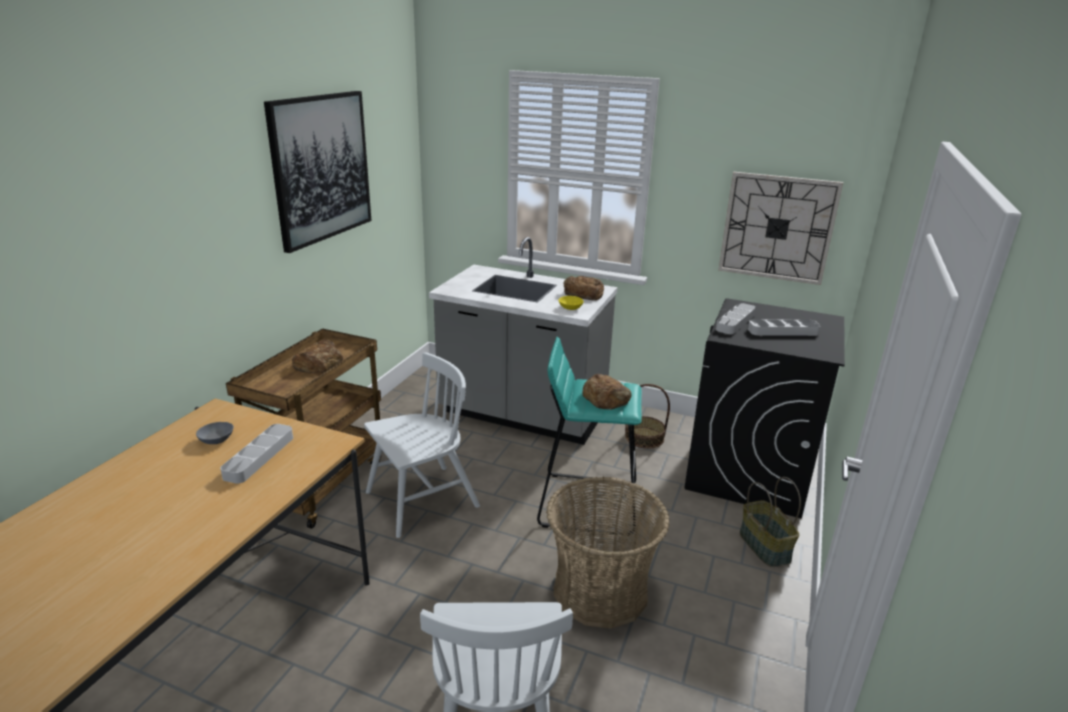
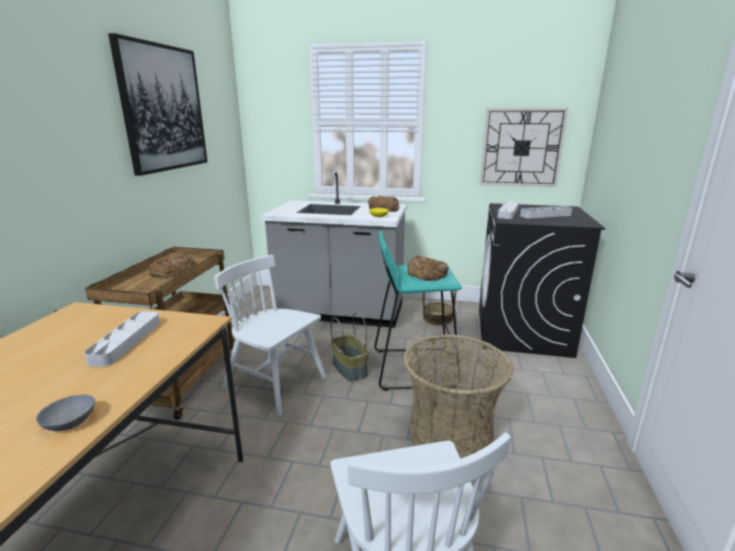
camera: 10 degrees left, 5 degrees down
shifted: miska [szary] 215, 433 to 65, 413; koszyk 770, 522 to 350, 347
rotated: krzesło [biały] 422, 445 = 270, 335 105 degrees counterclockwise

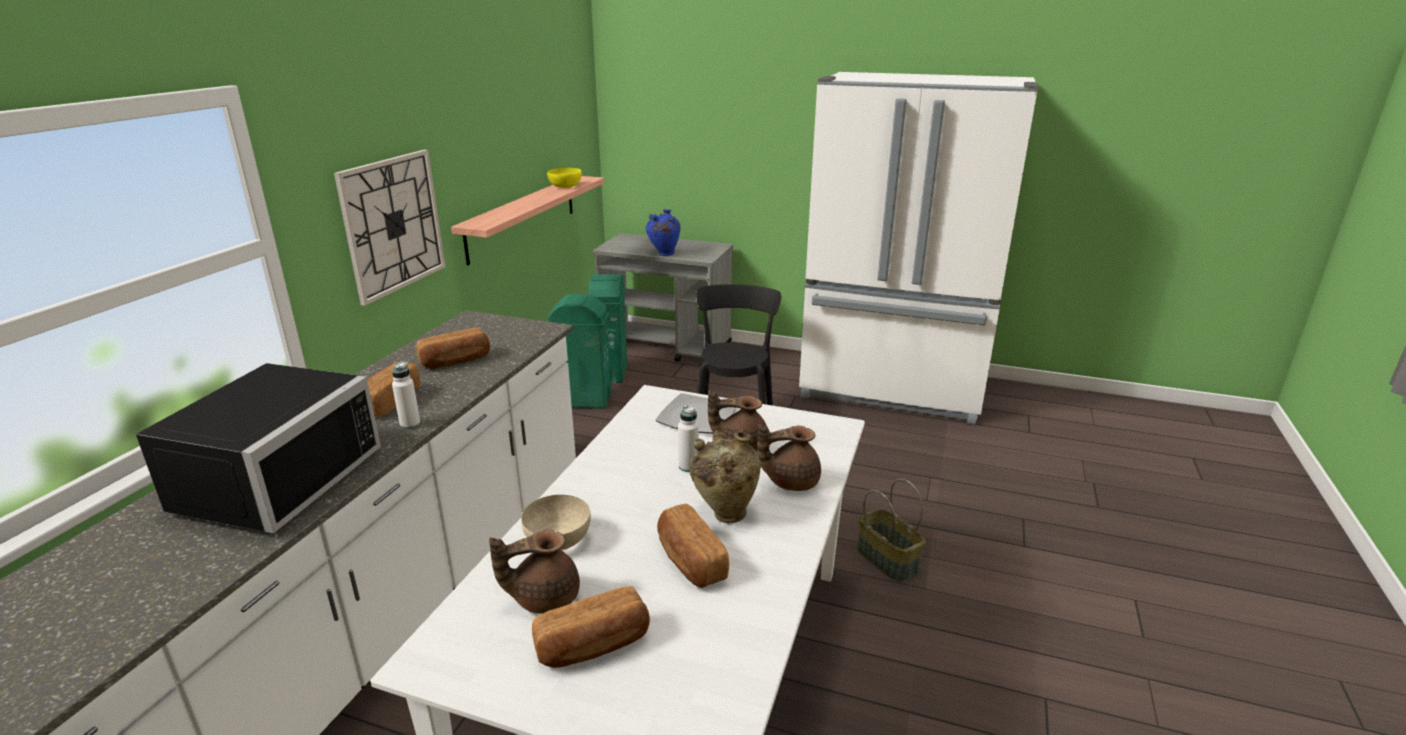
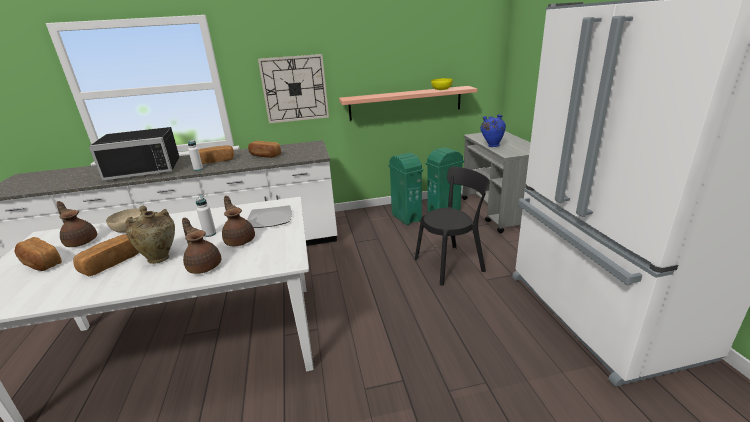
camera: 60 degrees right, 0 degrees up
gone: koszyk 891, 530

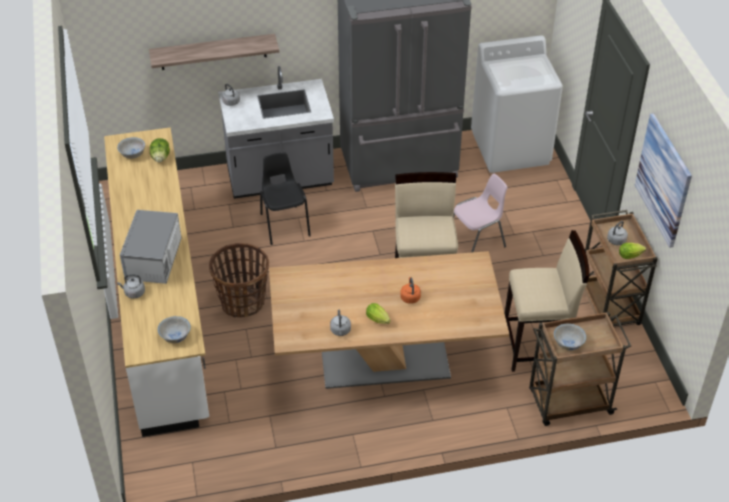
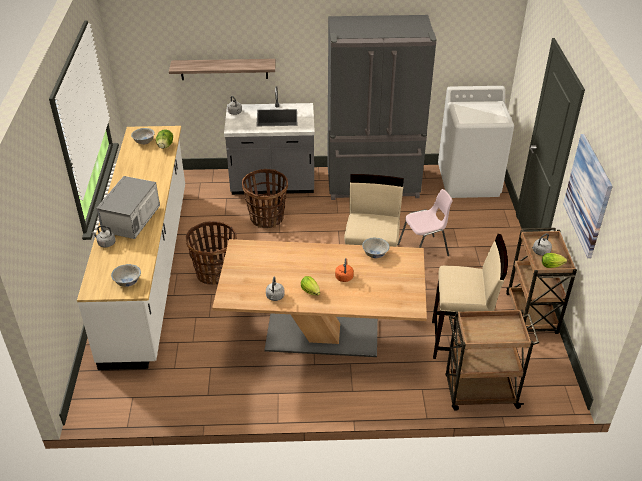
camera: 10 degrees right, 5 degrees down
shifted: miska [biały] 570, 337 to 376, 248
swapped: krzesło [czarny] 285, 198 to koszyk 265, 198

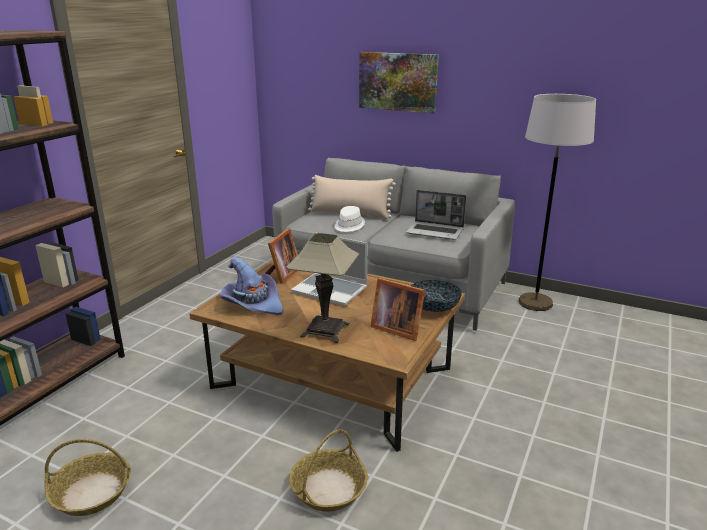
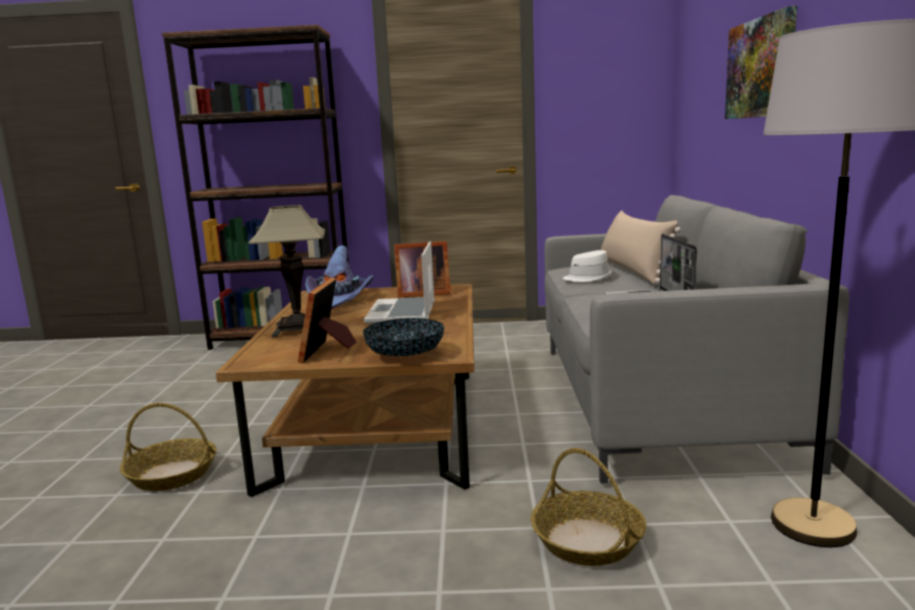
camera: 65 degrees right, 10 degrees down
shifted: koszyk 88, 477 to 588, 507

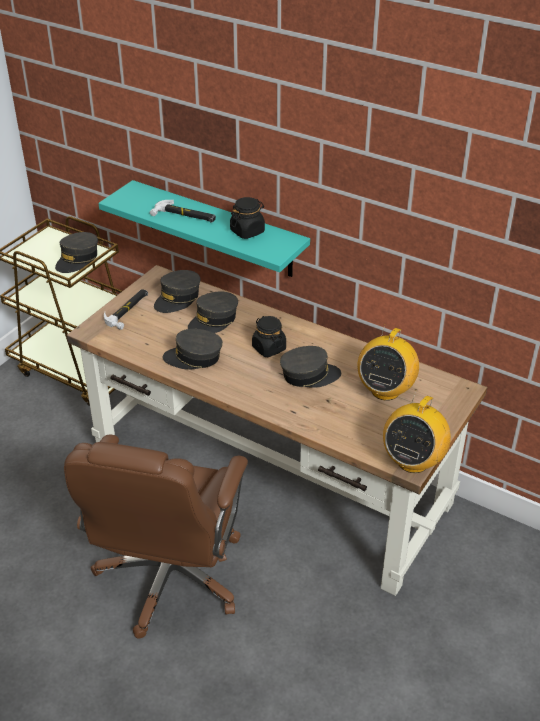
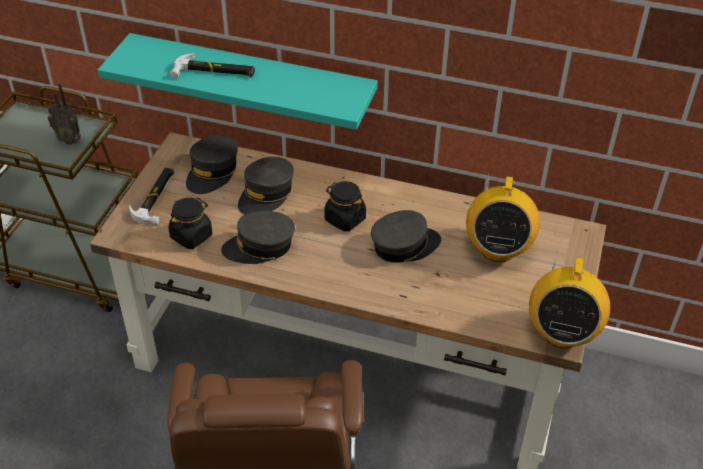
camera: 15 degrees left, 5 degrees up
shifted: słoik [czarny] 247, 218 to 190, 223
swapped: czapka z daszkiem [szary] 76, 252 to radio 64, 113

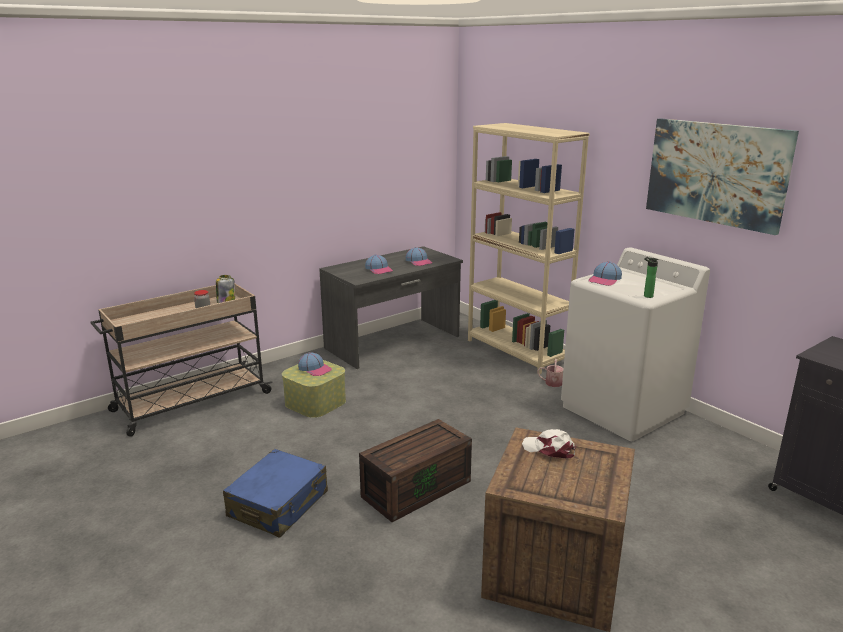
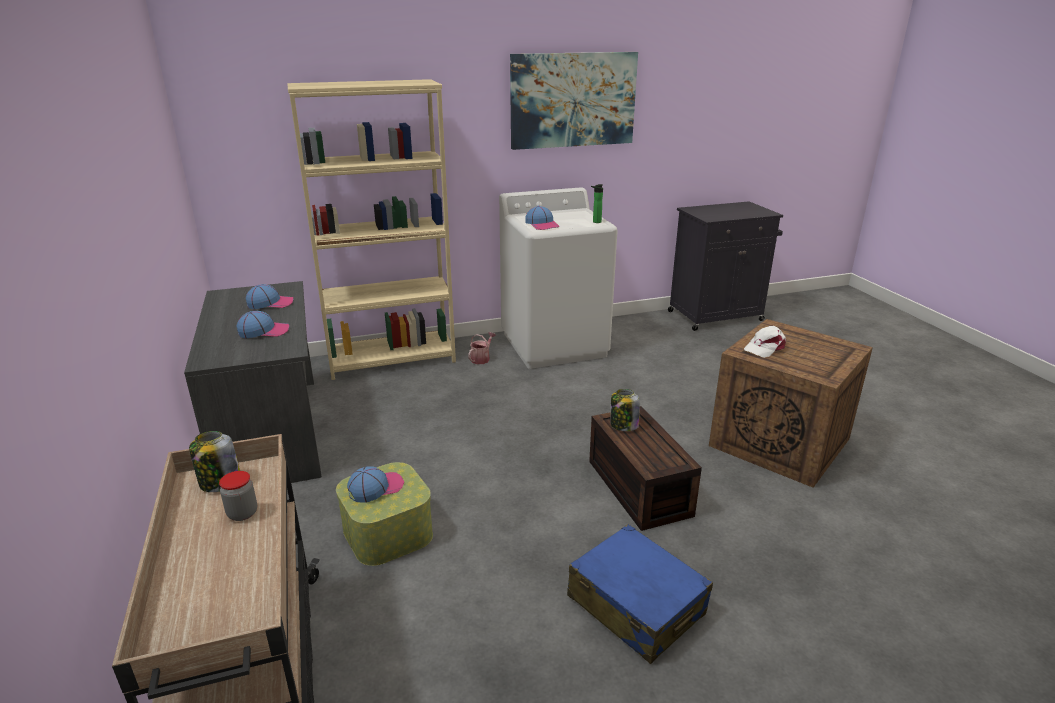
camera: 70 degrees left, 5 degrees up
new: słoik 625, 410

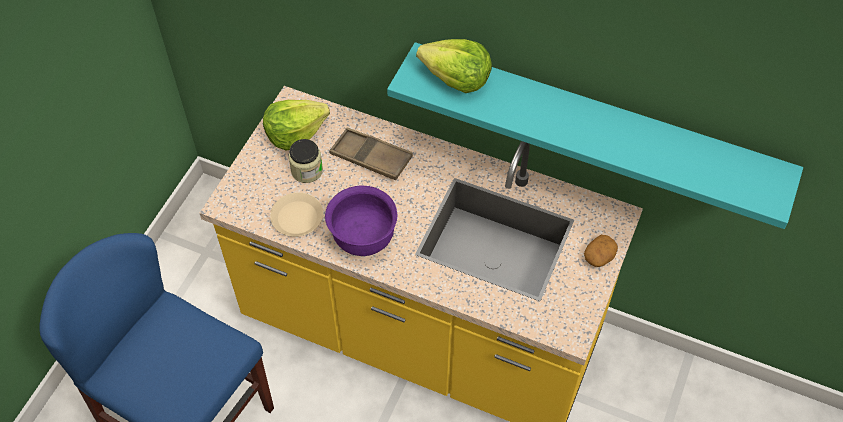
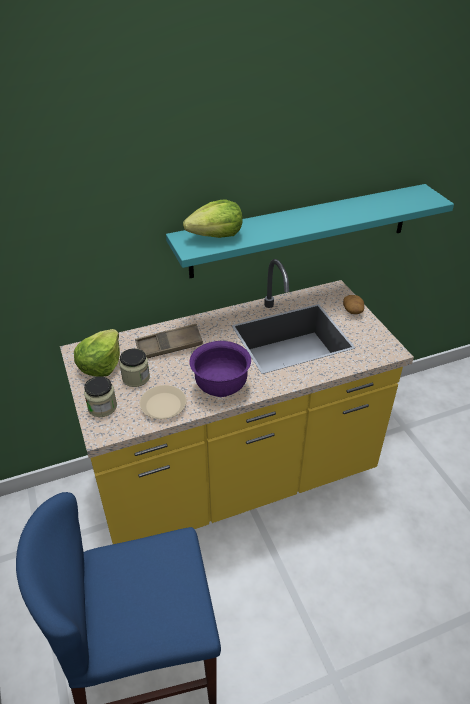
camera: 45 degrees left, 15 degrees down
new: słoik 100, 396

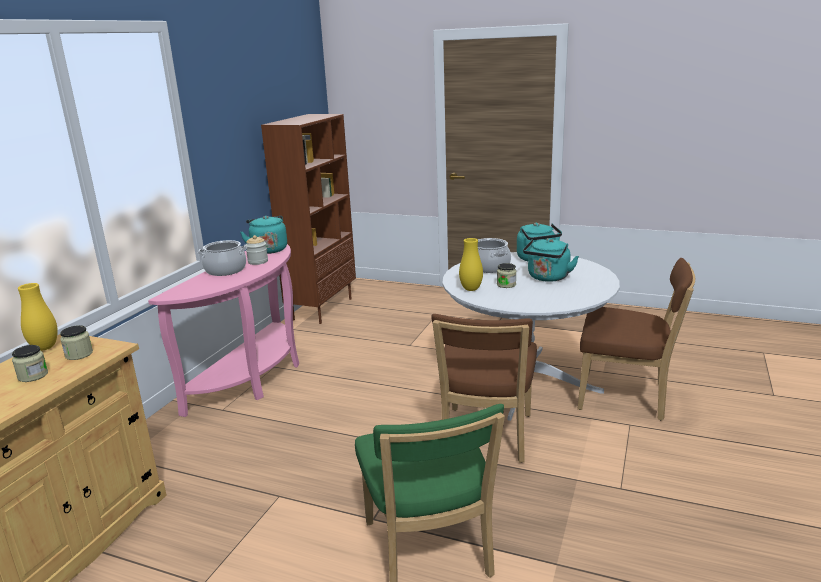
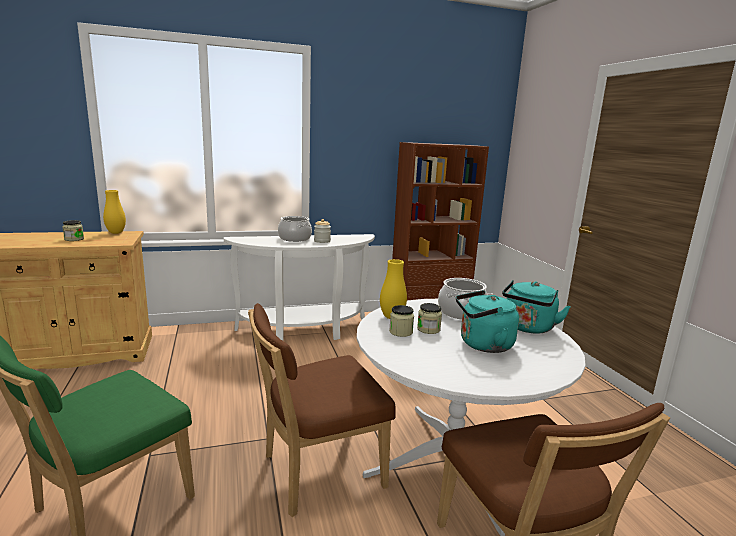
camera: 50 degrees right, 5 degrees down
gone: czajnik [turkusowy] 263, 235
shifted: słoik 76, 342 to 401, 321
repainted: stolik konsolowy [różowy] 223, 330 to stolik konsolowy [biały] 299, 287

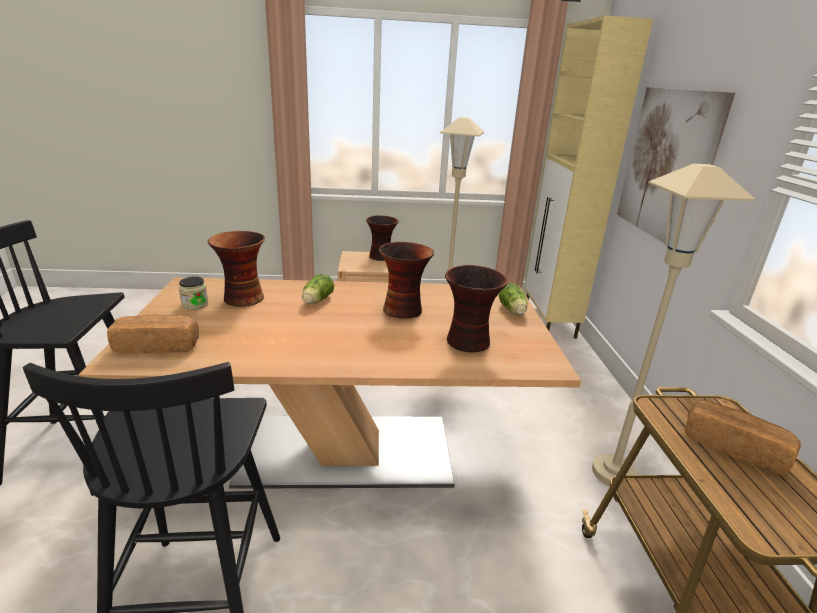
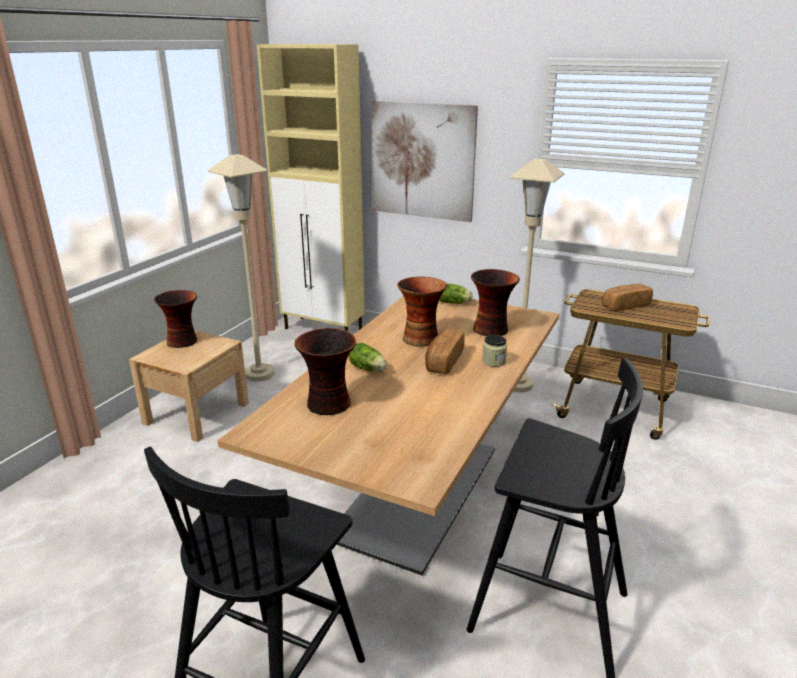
camera: 60 degrees left, 0 degrees up
shifted: słoik 193, 293 to 494, 351; chleb 153, 334 to 445, 351

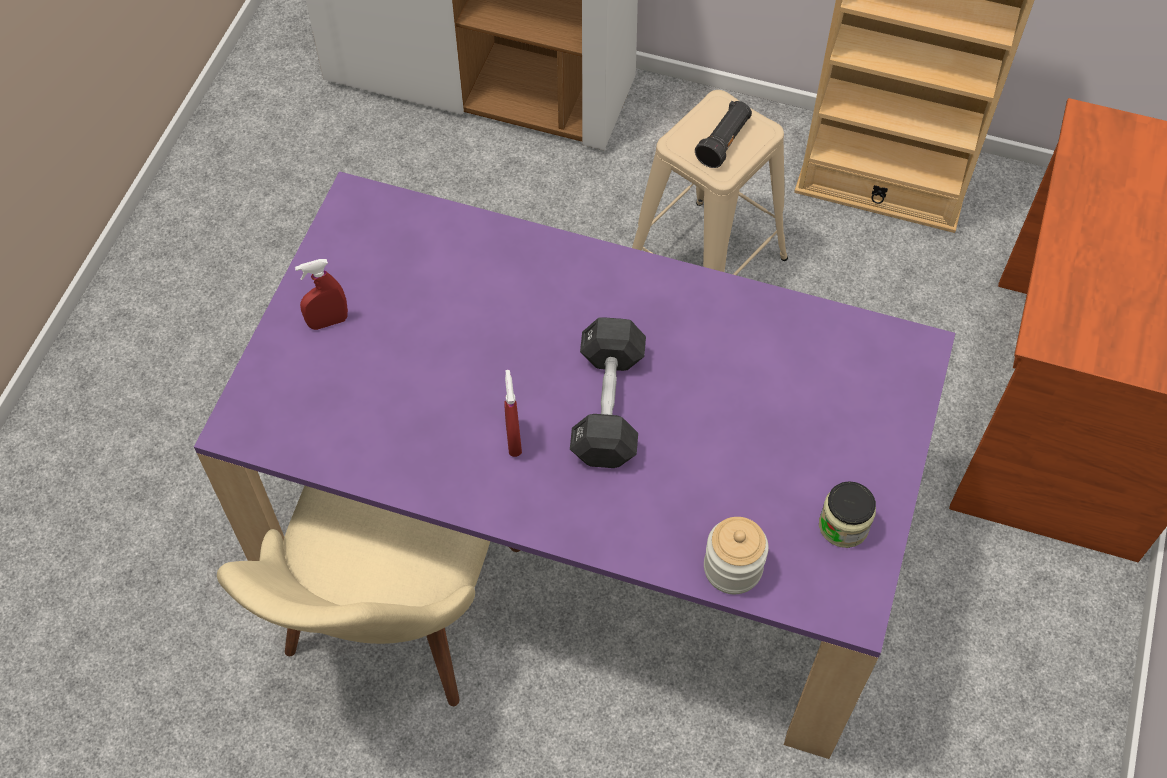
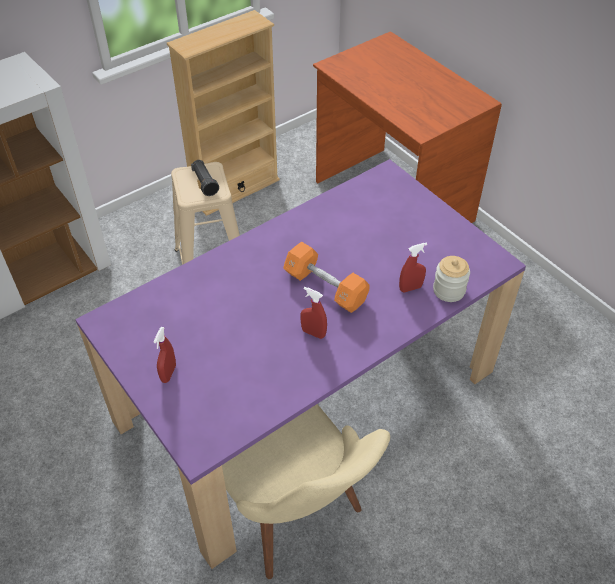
camera: 55 degrees left, 10 degrees down
gone: słoik 847, 514
new: spryskiwacz [czerwony] 413, 267
repainted: hantel [czarny] 608, 392 to hantel [pomarańczowy] 326, 277

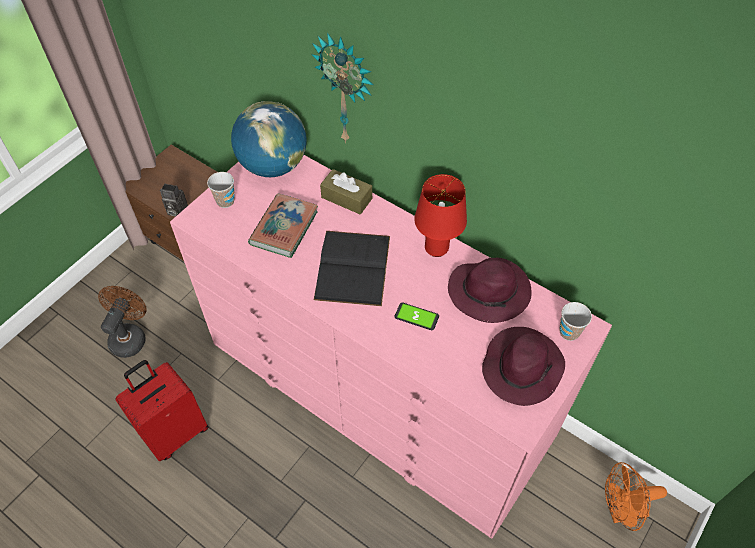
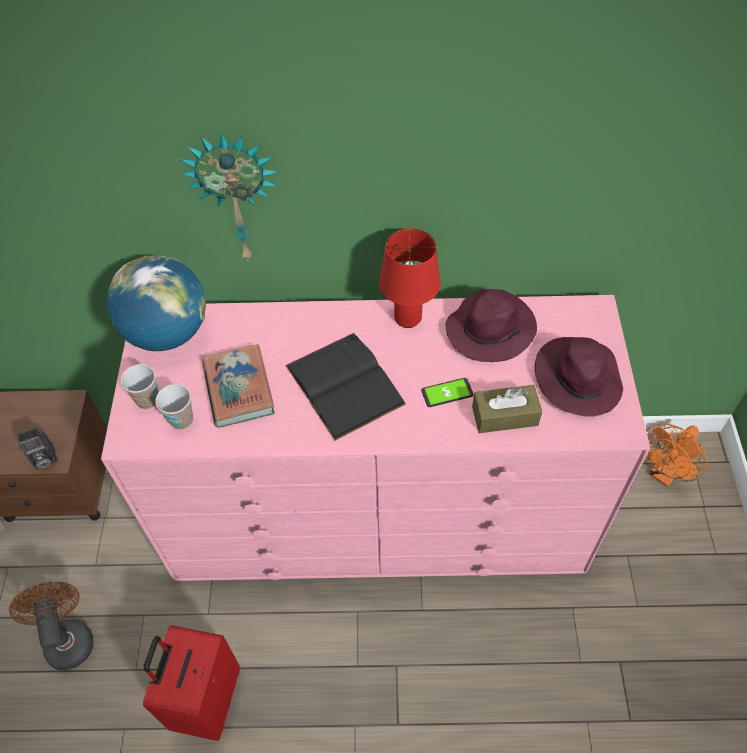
camera: 35 degrees left, 0 degrees up
shifted: pudełko chusteczek [brązowy] 346, 192 to 507, 409; filiżanka 575, 321 to 174, 407

